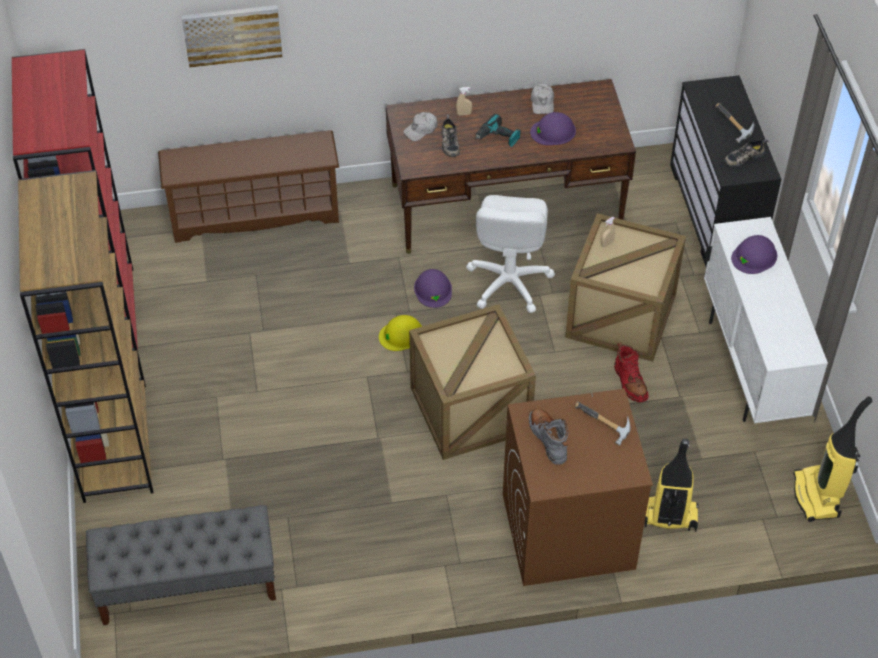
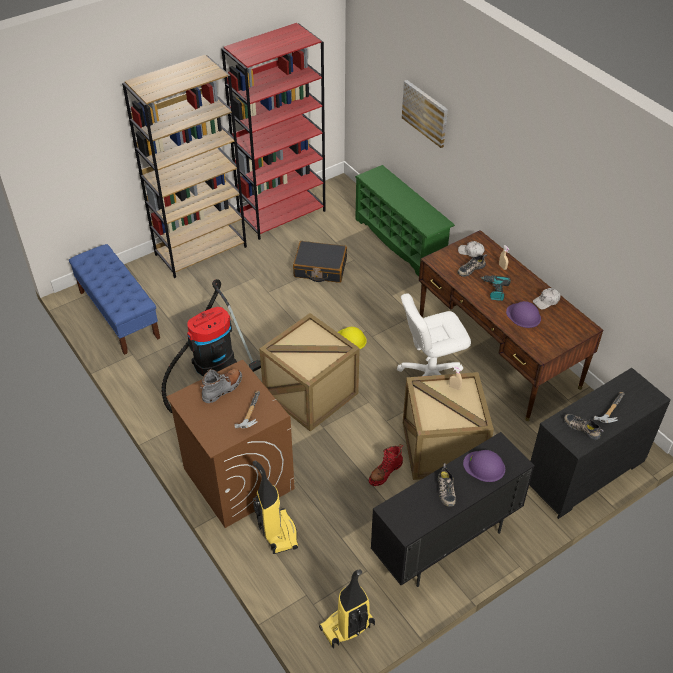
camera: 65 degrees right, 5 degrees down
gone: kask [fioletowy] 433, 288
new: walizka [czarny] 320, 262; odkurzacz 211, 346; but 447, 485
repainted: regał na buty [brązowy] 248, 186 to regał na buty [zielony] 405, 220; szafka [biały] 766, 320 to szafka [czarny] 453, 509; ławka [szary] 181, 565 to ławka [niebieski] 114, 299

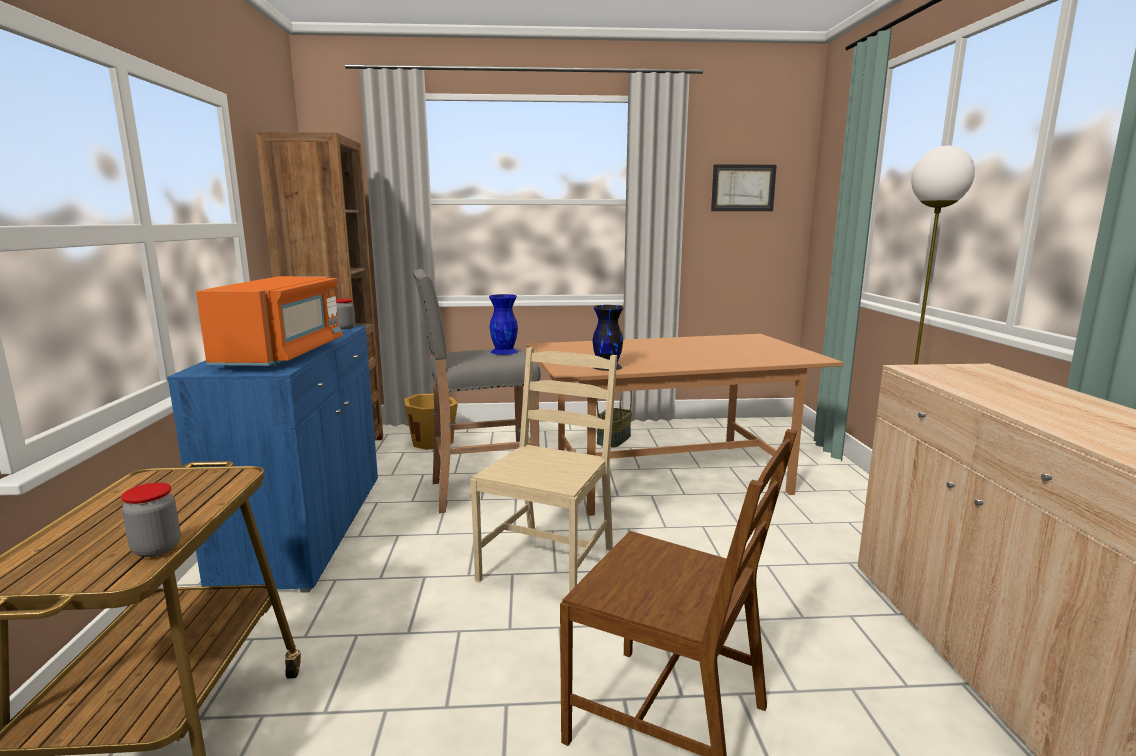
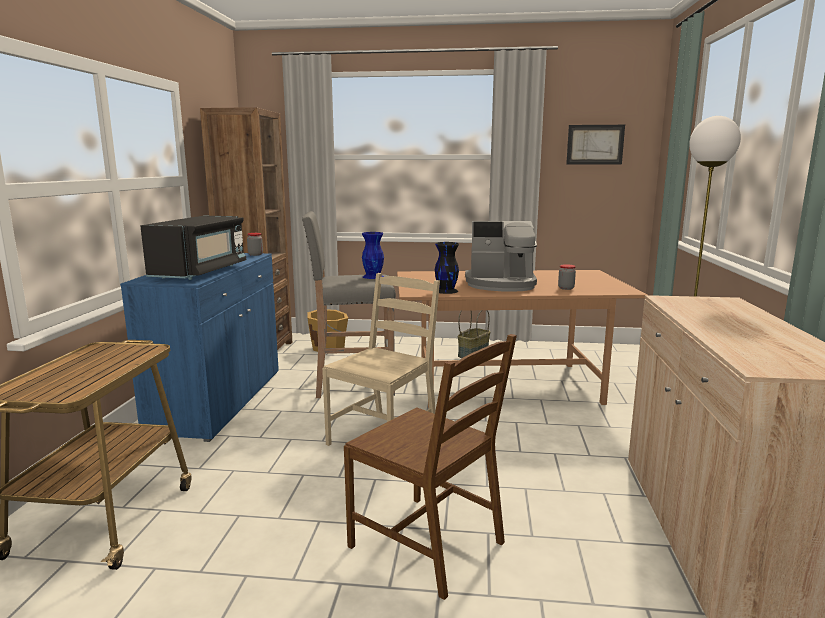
camera: 10 degrees right, 0 degrees up
new: ekspres do kawy 501, 256
shifted: słoik 151, 520 to 567, 277
repainted: mikrofalówka [pomarańczowy] 269, 321 to mikrofalówka [czarny] 193, 248

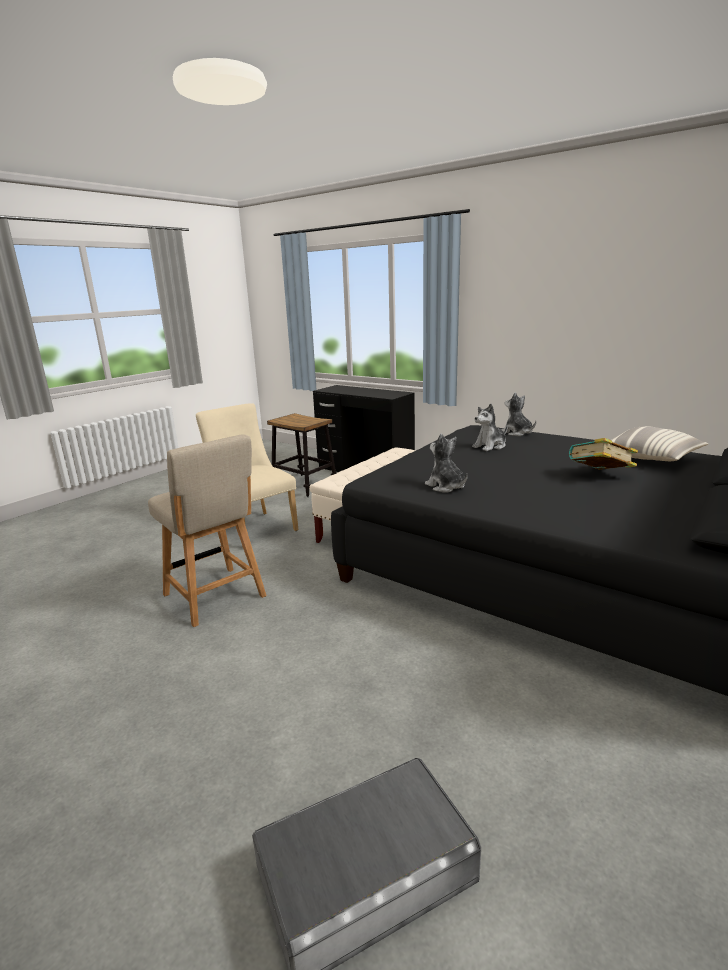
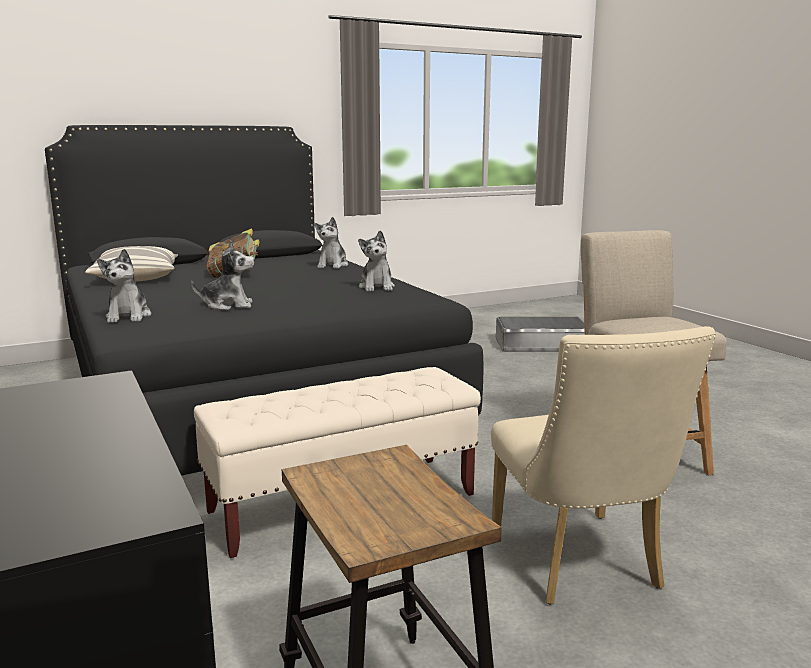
camera: 155 degrees left, 5 degrees down
new: pluszak 331, 243

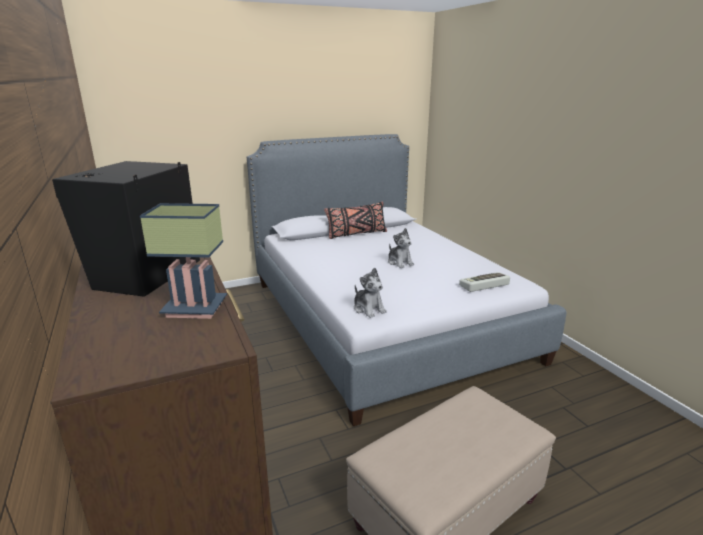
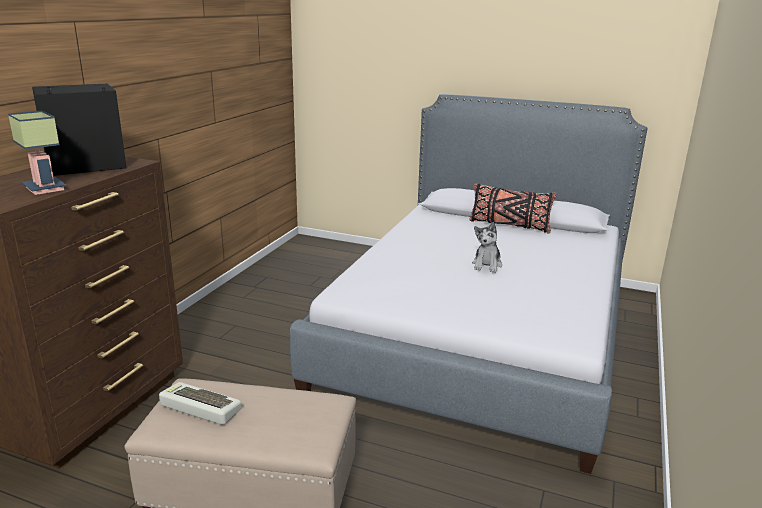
camera: 45 degrees right, 0 degrees up
gone: pluszak 370, 292
shifted: klawiatura 484, 282 to 200, 403

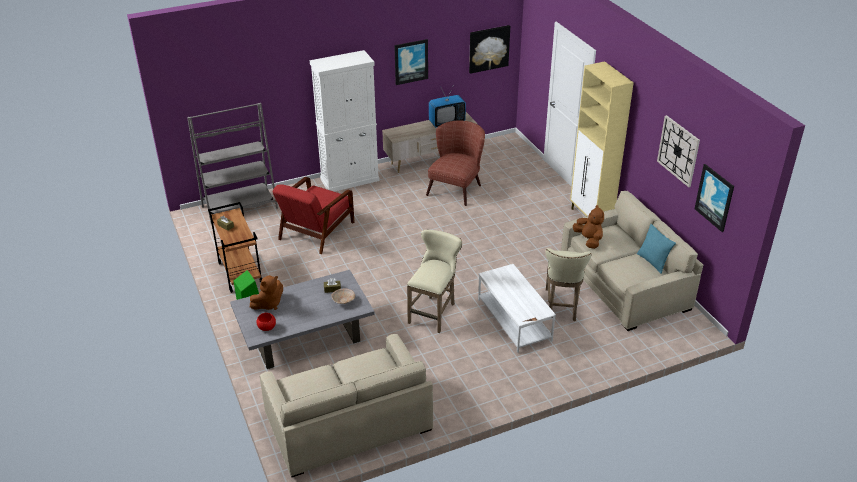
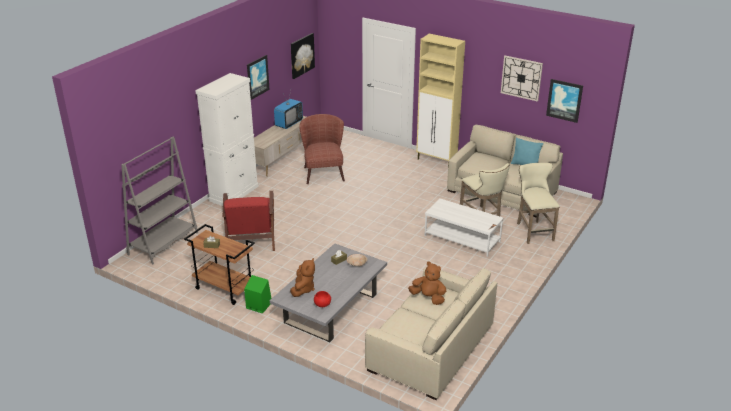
camera: 35 degrees left, 5 degrees down
shifted: pluszak [brązowy] 588, 227 to 427, 283; stołek [beżowy] 434, 281 to 538, 203

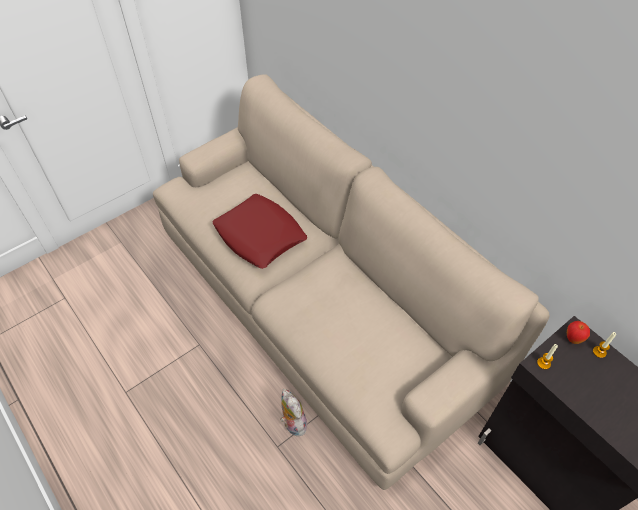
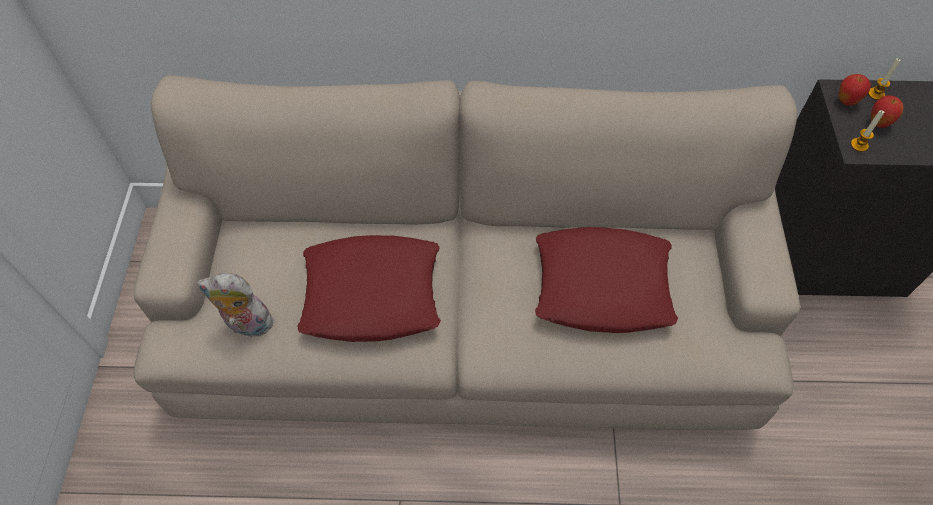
camera: 50 degrees left, 5 degrees up
new: jabłko 887, 111; poduszka [czerwony] 606, 280
shifted: pluszak 294, 412 to 235, 305

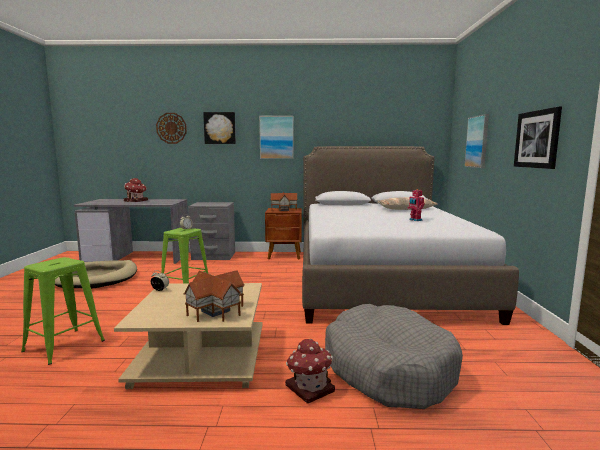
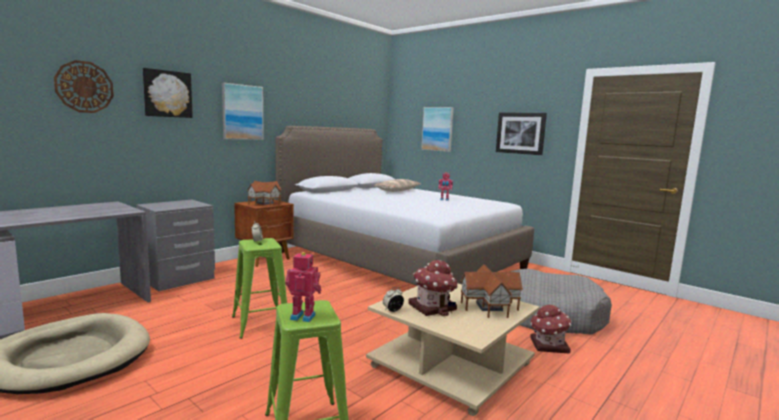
camera: 50 degrees left, 0 degrees up
new: robot zabawkowy 303, 287
shifted: domek 136, 190 to 433, 288

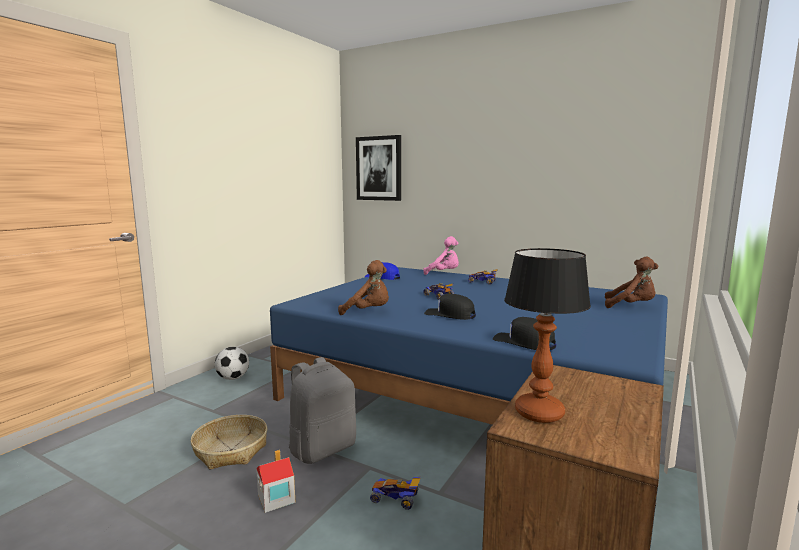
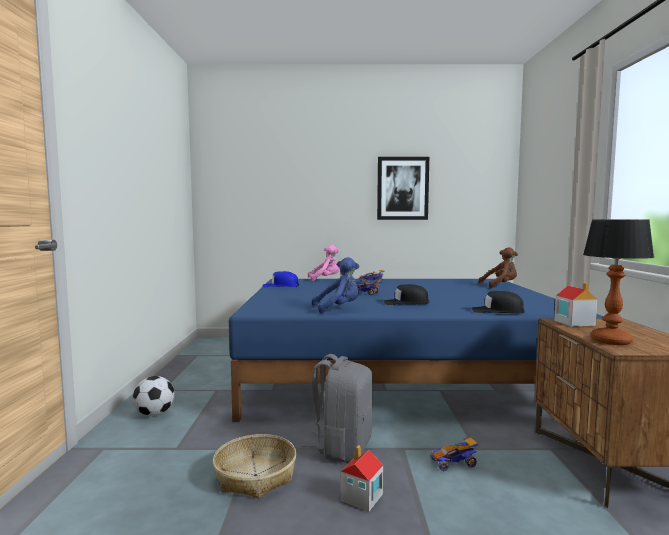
camera: 30 degrees left, 5 degrees down
new: domek 575, 304
shifted: obraz 378, 168 to 403, 188
repainted: pluszak [brązowy] 363, 287 to pluszak [niebieski] 335, 285

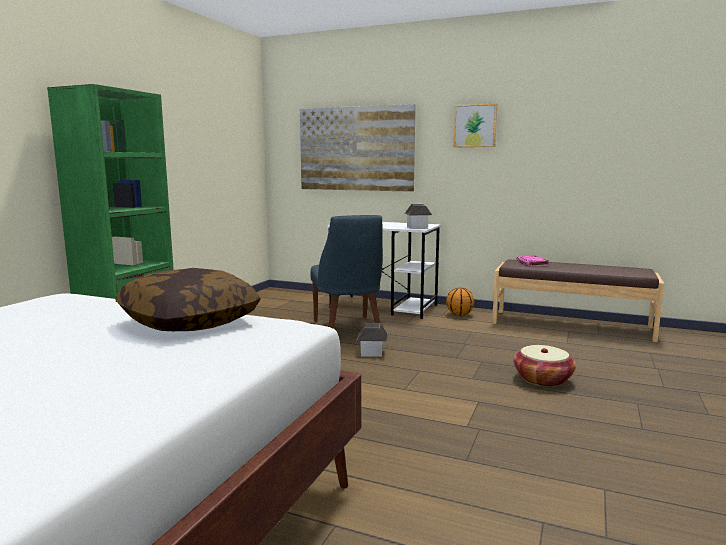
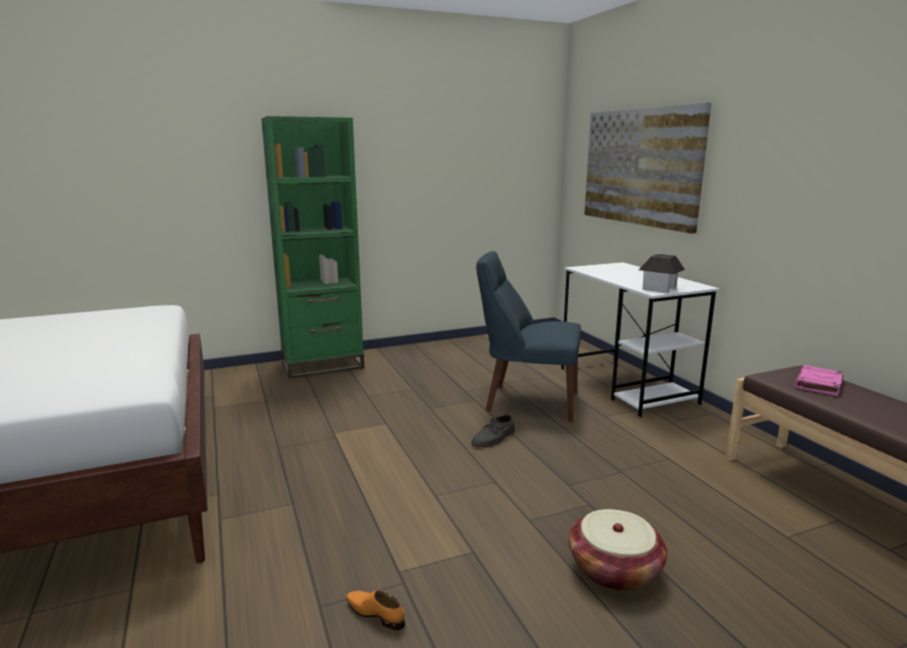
camera: 45 degrees right, 5 degrees up
gone: obraz 475, 125; poduszka 188, 299; piłka do koszykówki 460, 301
new: but [pomarańczowy] 375, 610
swapped: domek 372, 340 to but [szary] 493, 430
rotated: krzesło [niebieski] 347, 272 = 528, 336 75 degrees clockwise

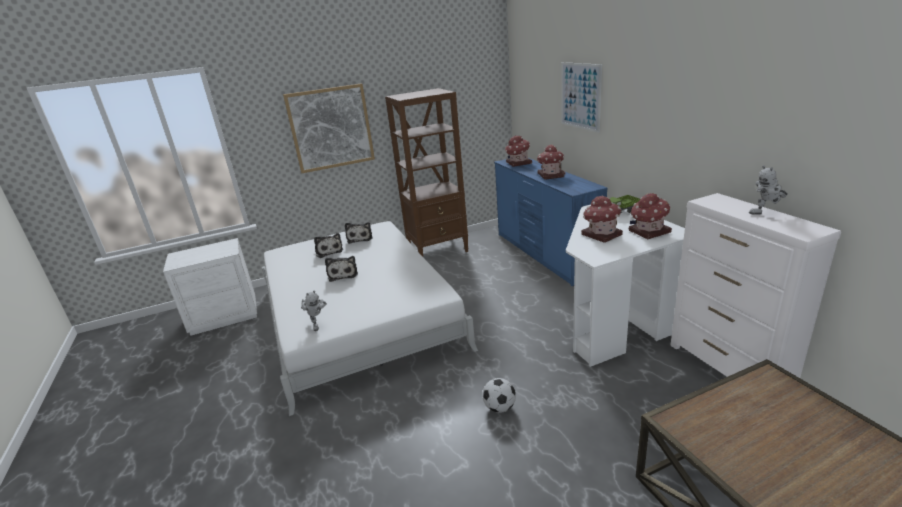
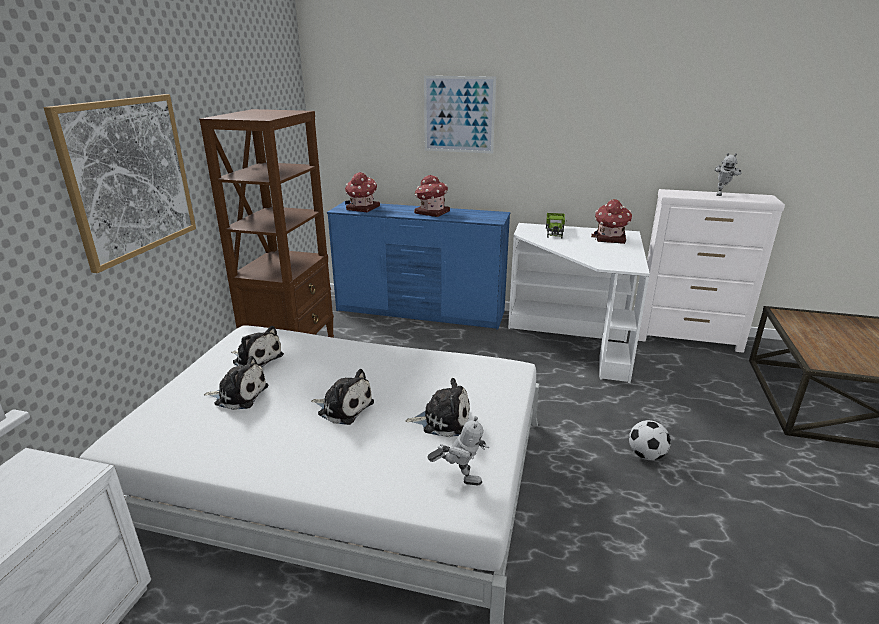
camera: 55 degrees left, 0 degrees up
gone: domek 602, 219
new: pluszak 437, 407

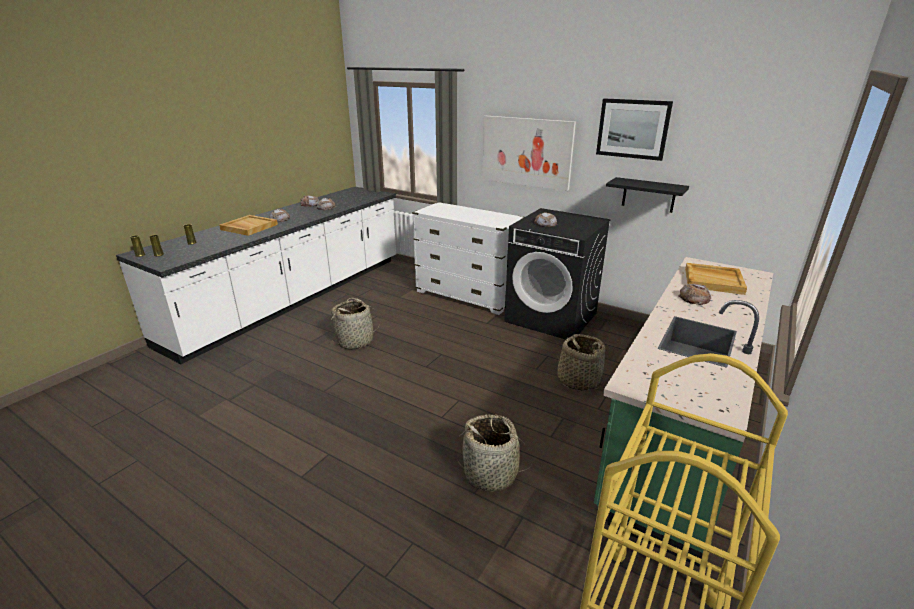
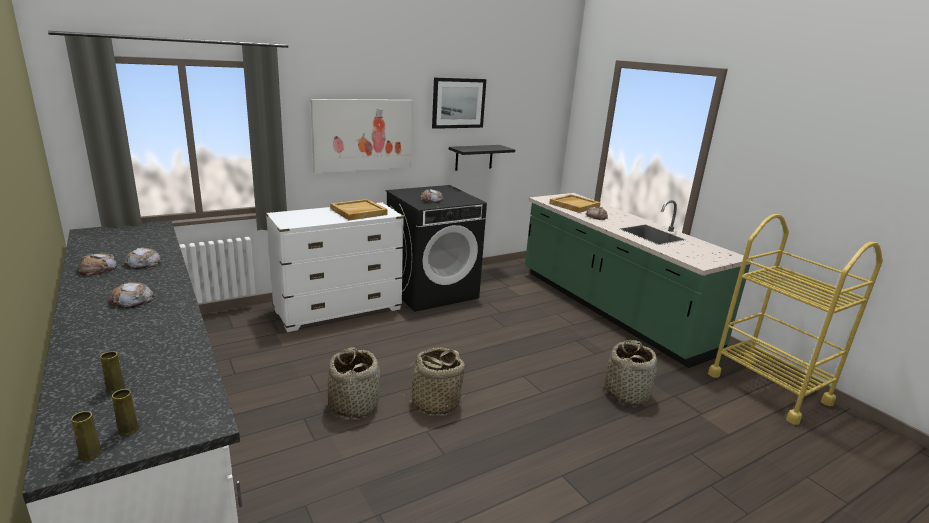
camera: 65 degrees left, 5 degrees down
shifted: taca [beżowy] 248, 225 to 359, 209; koszyk 581, 362 to 433, 381

